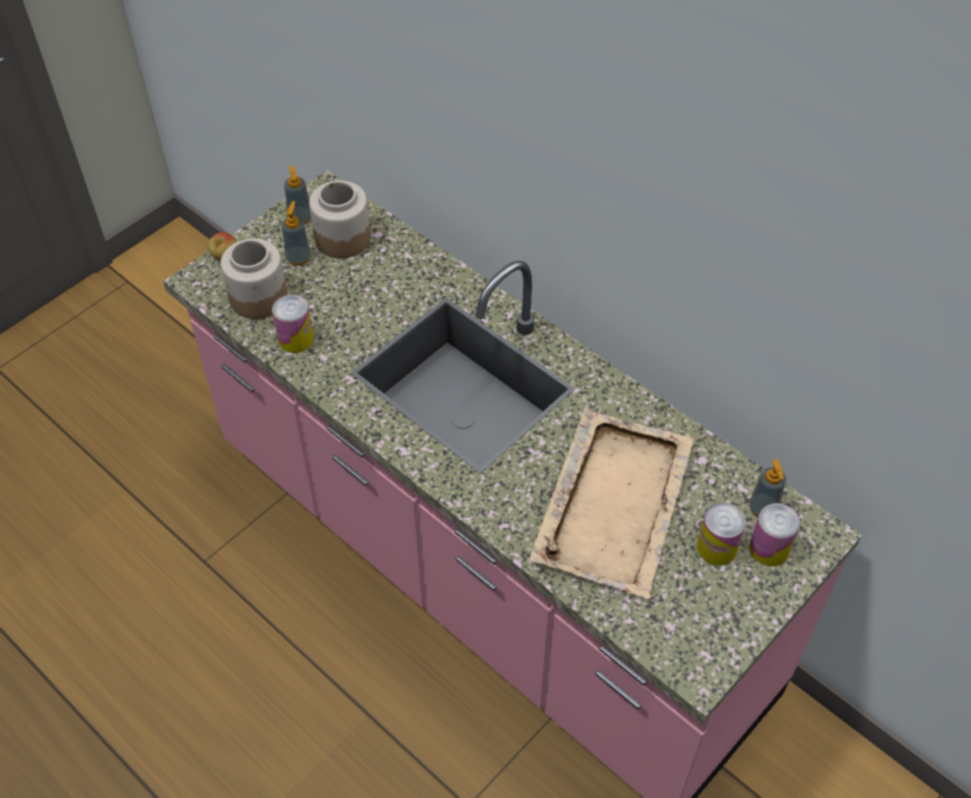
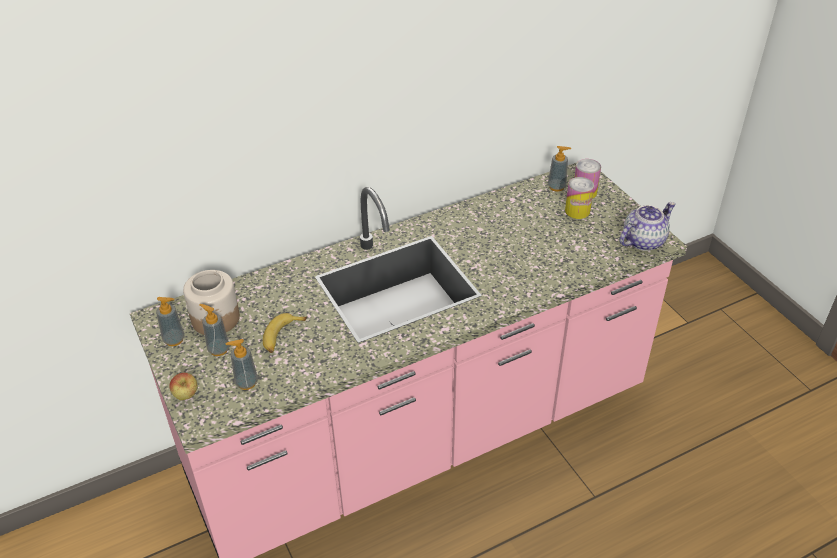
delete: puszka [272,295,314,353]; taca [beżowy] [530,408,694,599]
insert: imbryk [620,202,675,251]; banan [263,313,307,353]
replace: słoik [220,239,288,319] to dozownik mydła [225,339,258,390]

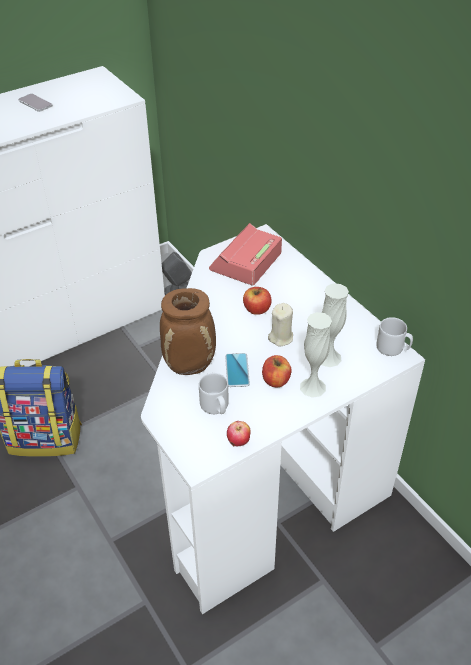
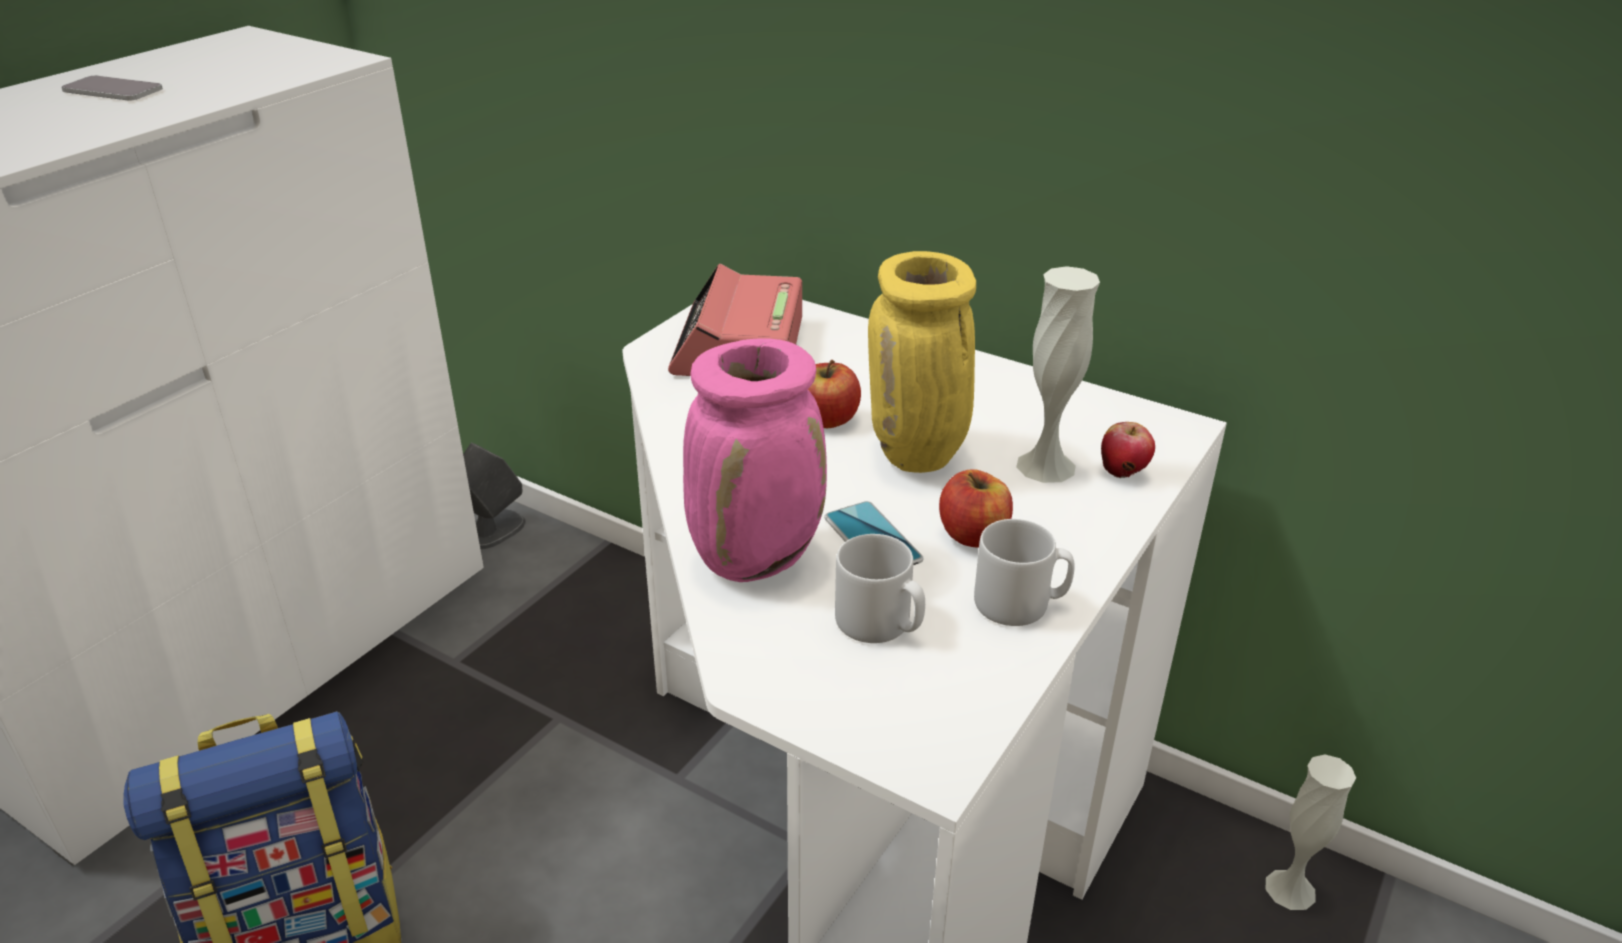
move: wazon [biały] [300,312,332,398] to [1266,754,1356,910]; kubek [szary] [376,317,413,356] to [974,519,1074,626]; jabłko [227,421,251,447] to [1101,422,1155,478]
replace: świeca [beżowy] [268,303,293,346] to wazon [żółty] [868,251,976,473]
recolor: wazon [brązowy] [160,288,216,375] to wazon [różowy] [683,338,827,582]

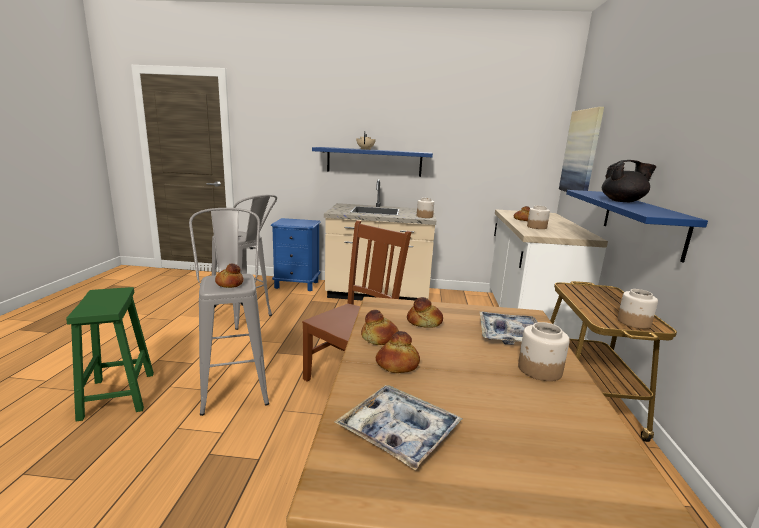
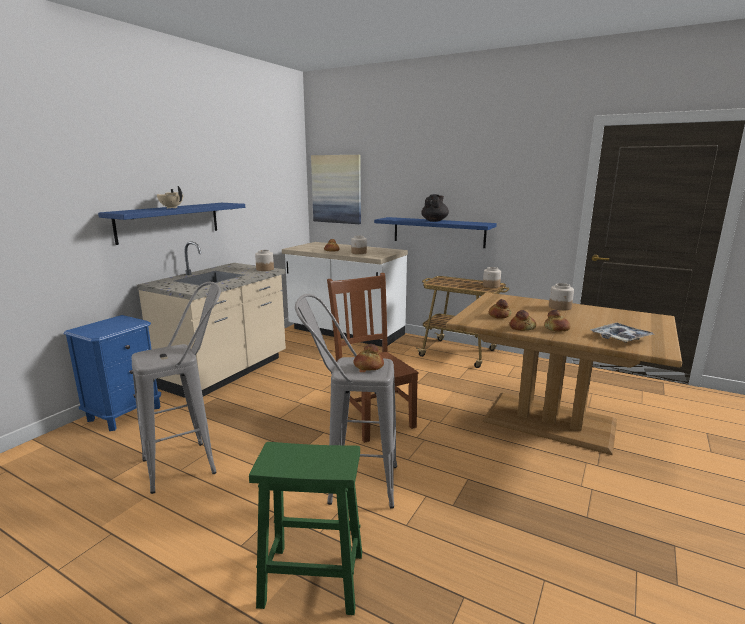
delete: taca [480,312,538,345]

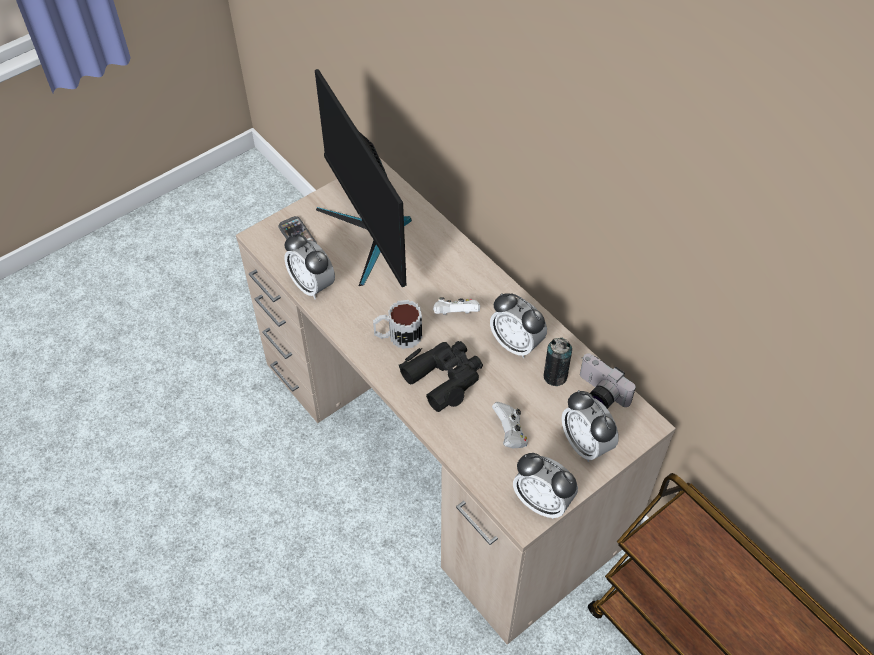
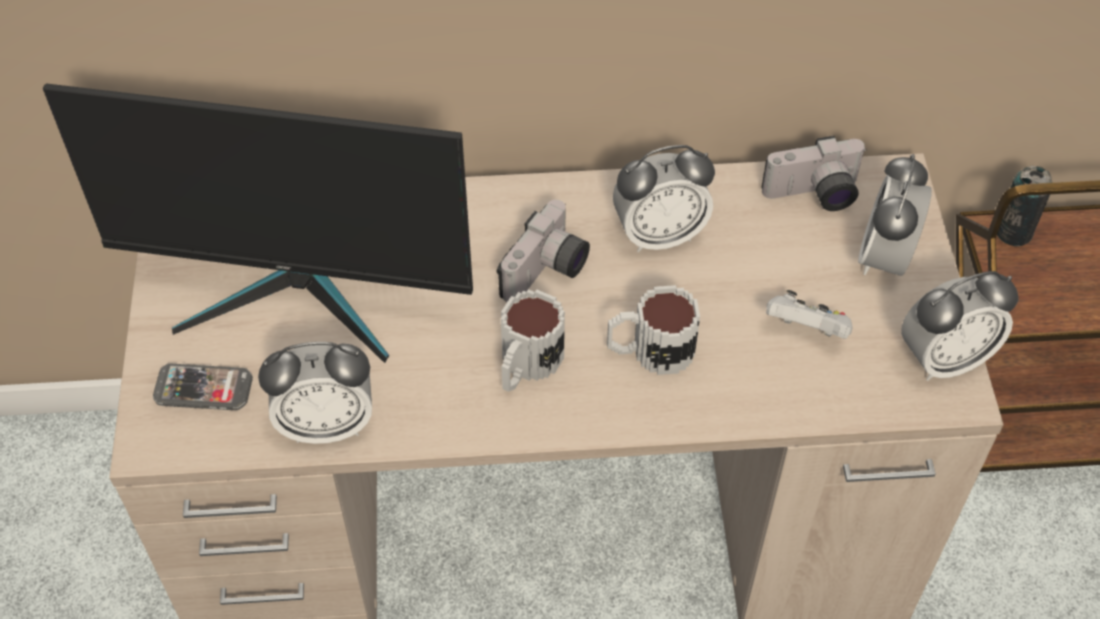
move: puszka [543,338,572,386] to [997,166,1052,246]
replace: pad do gier [biały] [433,297,480,315] to aparat fotograficzny [497,200,590,302]; lornetka [czarny] [399,341,483,412] to kubek [607,285,700,375]
rotate: budzik [562,390,619,462] = [858,154,932,276] 105 degrees clockwise

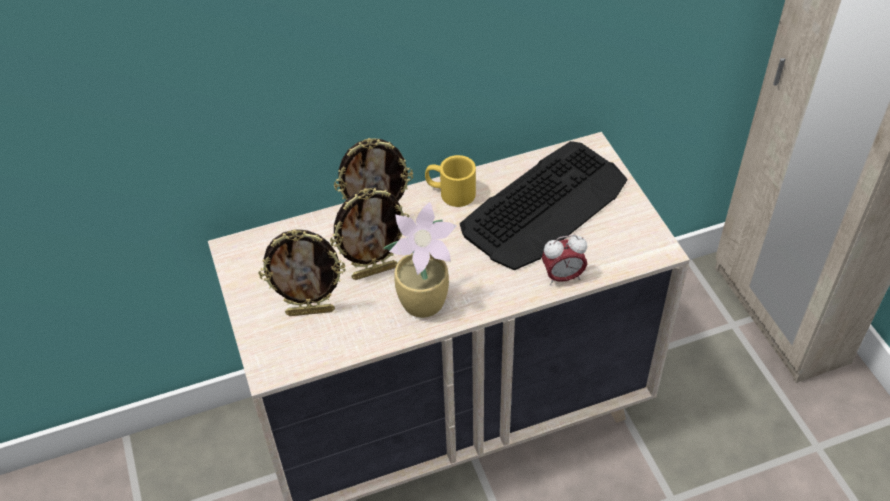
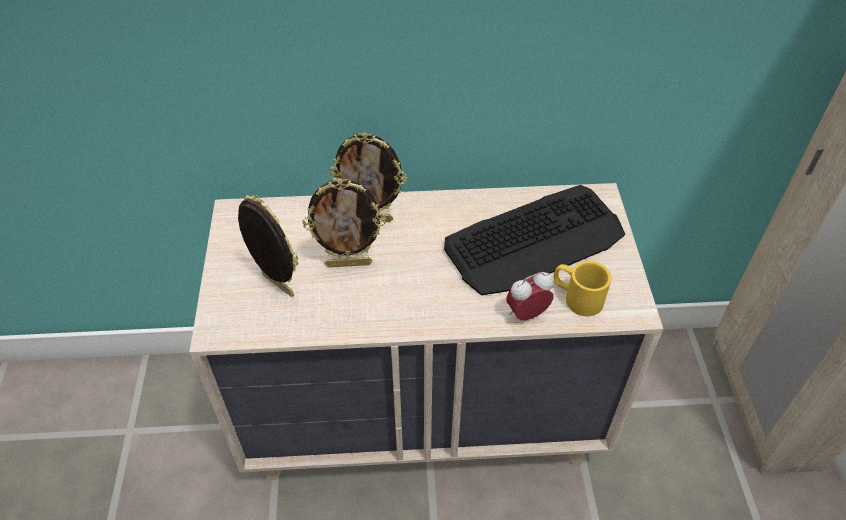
delete: roślina doniczkowa [383,202,457,318]
move: kubek [żółty] [425,155,476,207] to [554,261,612,316]
rotate: ramka na zdjęcie [258,229,346,316] = [238,195,299,297] 150 degrees counterclockwise; budzik [542,235,587,285] = [506,272,553,320] 150 degrees clockwise

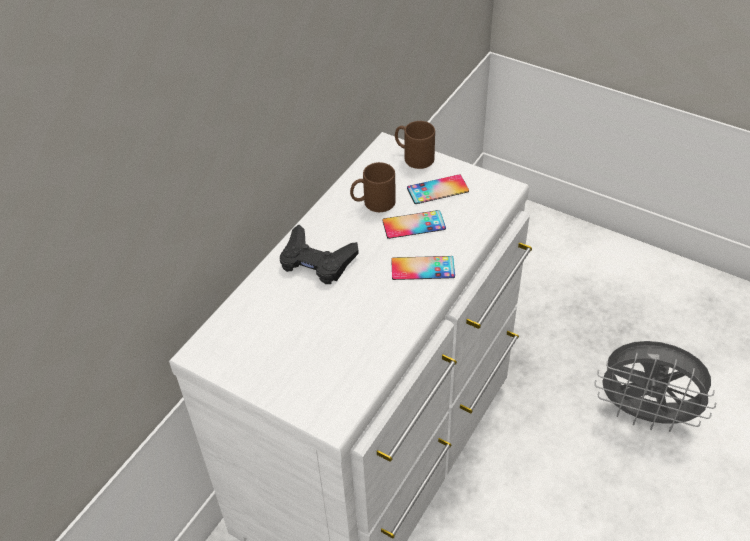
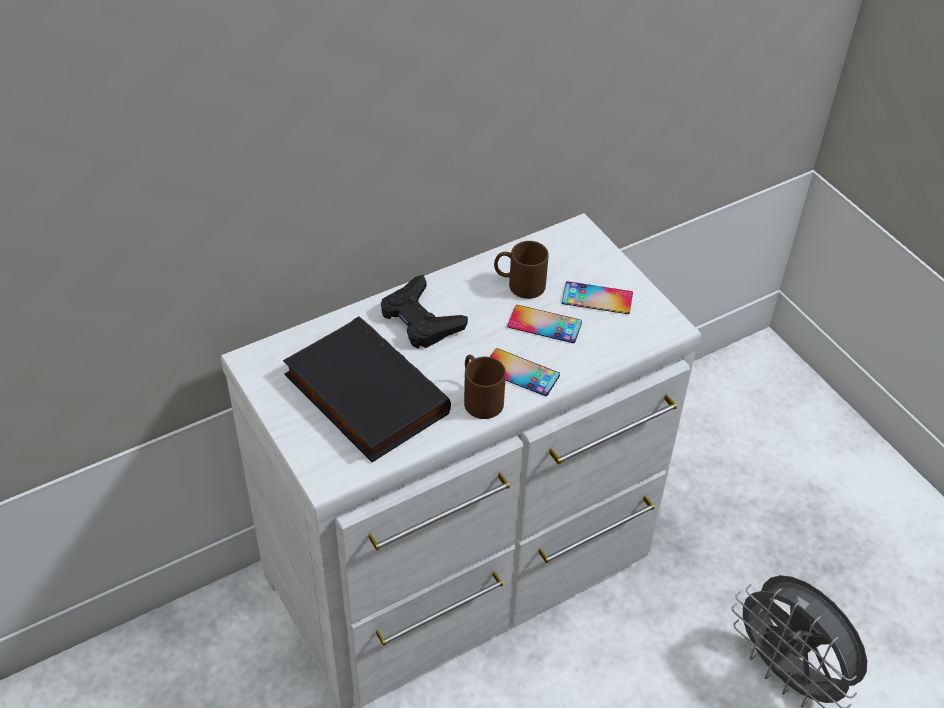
insert: książka [czarny] [283,316,451,462]
move: kubek [brązowy] [395,121,435,169] to [464,355,506,419]

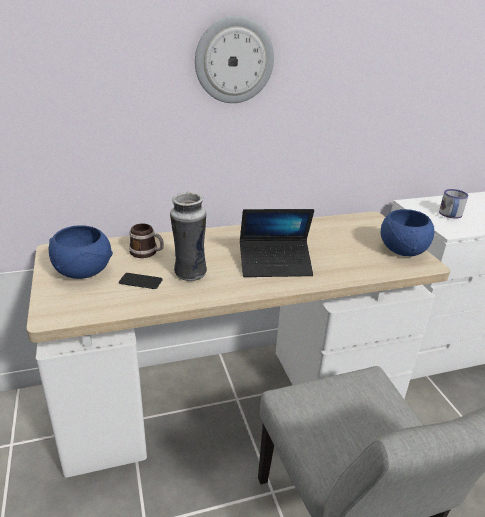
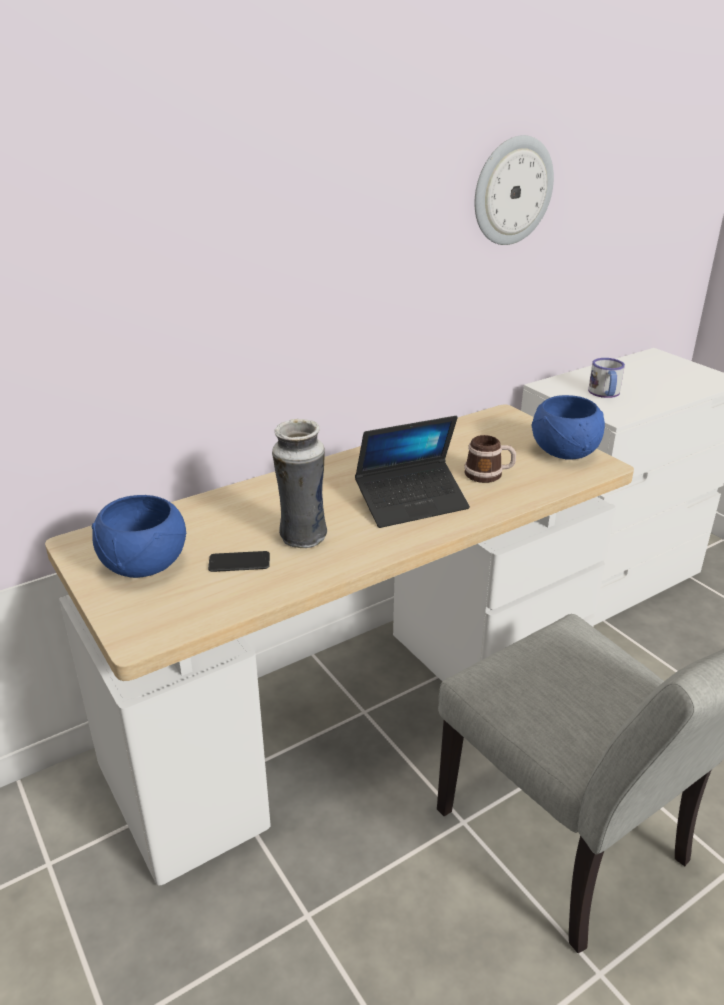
move: zegar ścienny [195,16,274,103] to [475,135,554,245]; kubek [129,224,164,258] to [464,435,516,483]

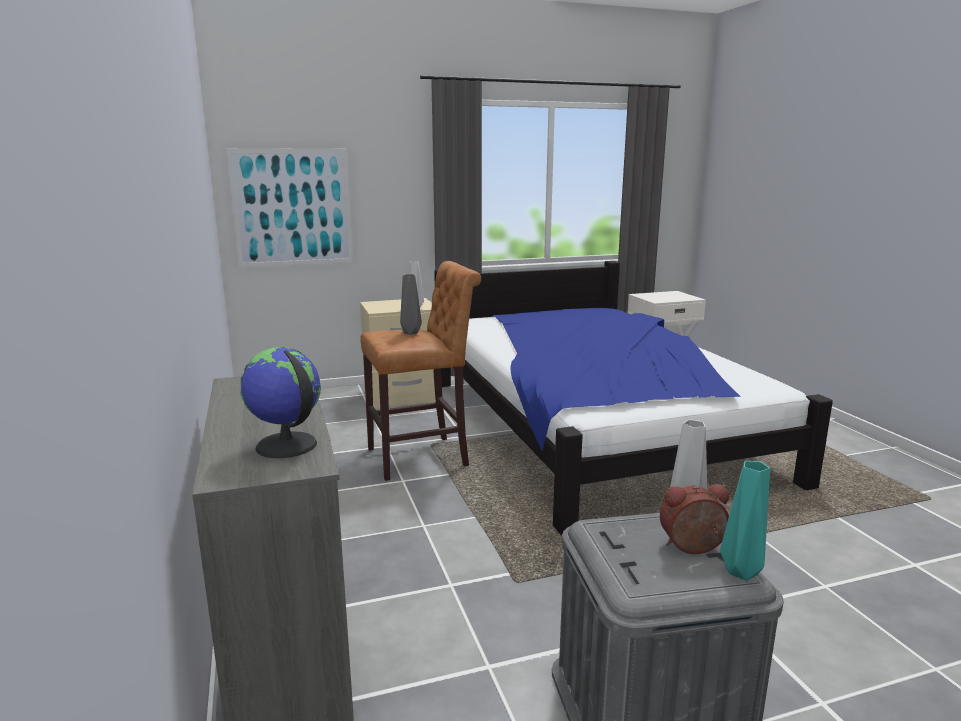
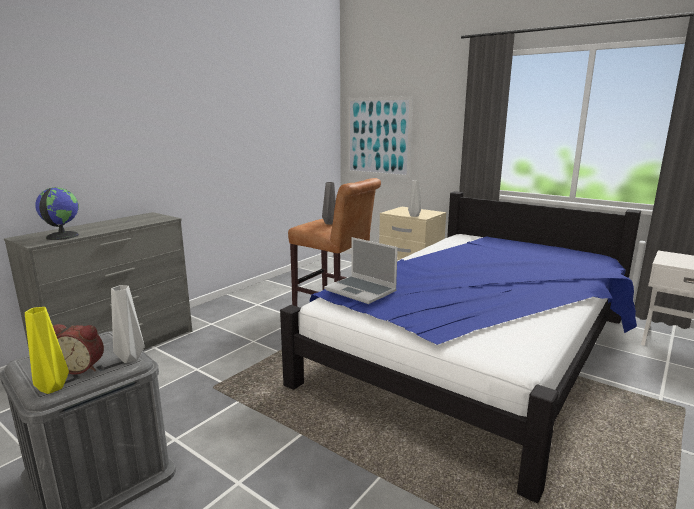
insert: laptop [324,237,398,304]
recolor: wazon [turkusowy] [720,461,770,580] to wazon [żółty] [25,307,69,394]
rotate: budzik [660,484,729,554] = [53,324,104,374] 135 degrees clockwise

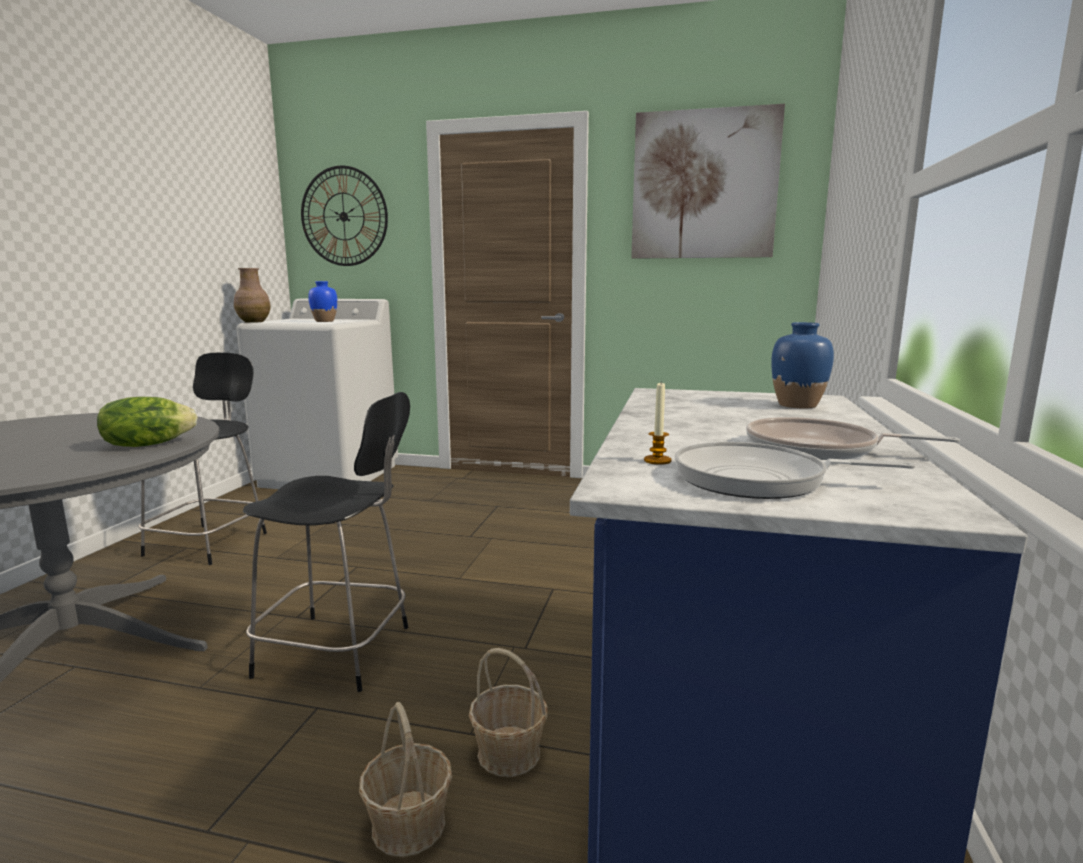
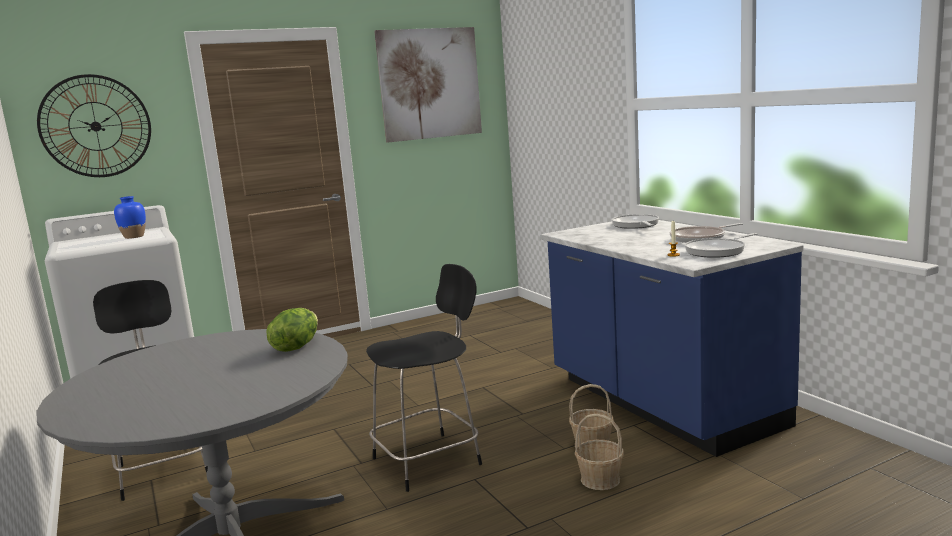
delete: wazon [brązowy] [234,268,271,323]
replace: wazon [niebieski] [771,322,834,409] to patelnia [612,214,659,229]

